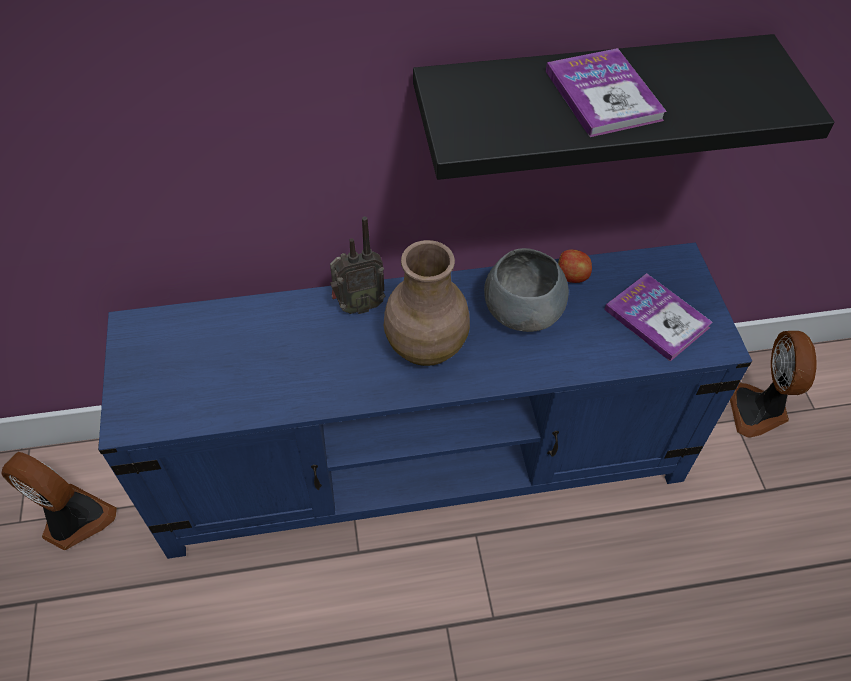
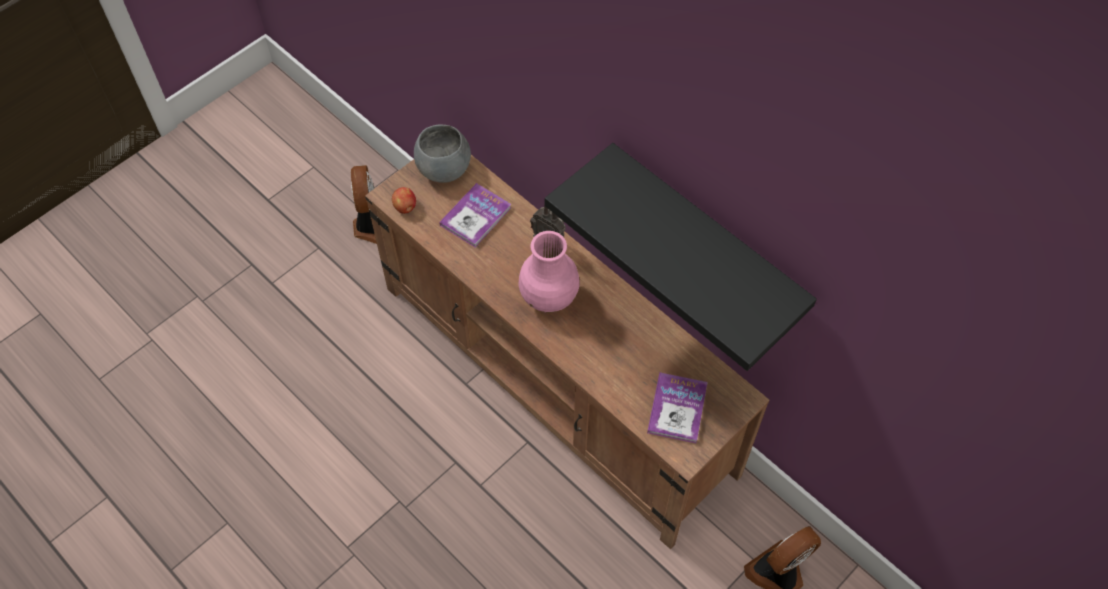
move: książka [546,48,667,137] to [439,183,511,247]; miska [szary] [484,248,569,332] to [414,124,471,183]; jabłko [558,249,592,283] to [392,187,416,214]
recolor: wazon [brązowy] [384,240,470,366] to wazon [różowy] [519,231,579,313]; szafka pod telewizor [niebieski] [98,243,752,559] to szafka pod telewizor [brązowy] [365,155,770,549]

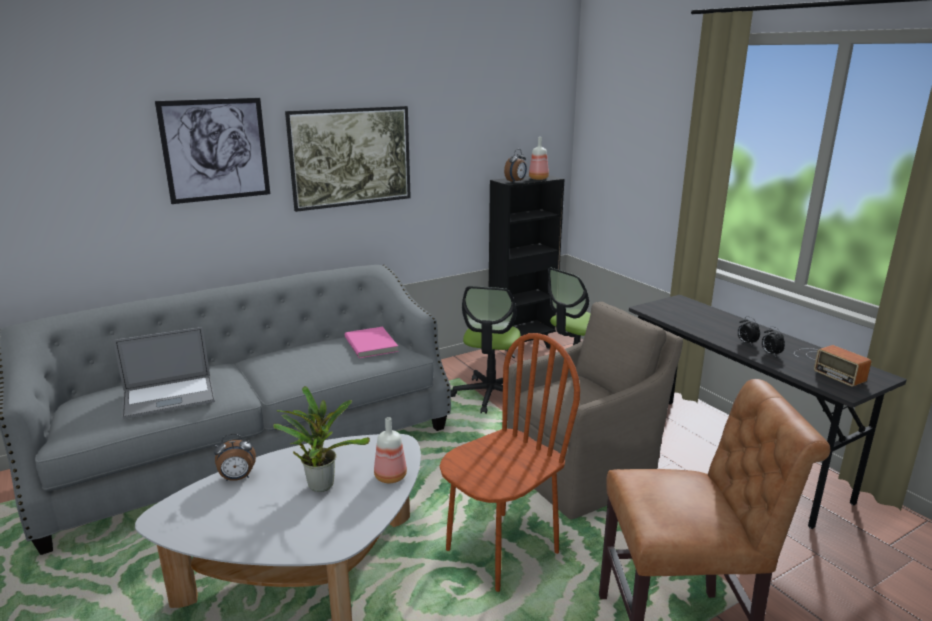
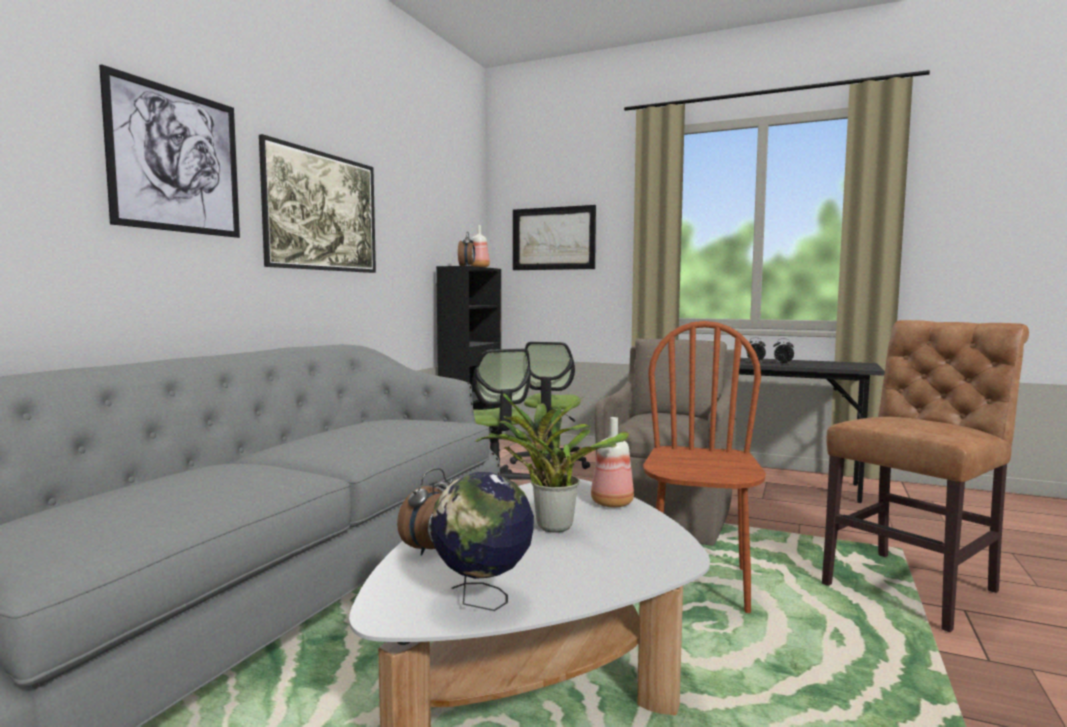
delete: laptop [113,327,215,419]; książka [różowy] [345,327,399,358]; radio [794,345,871,387]
insert: obraz [513,205,596,270]; globus [430,472,534,611]

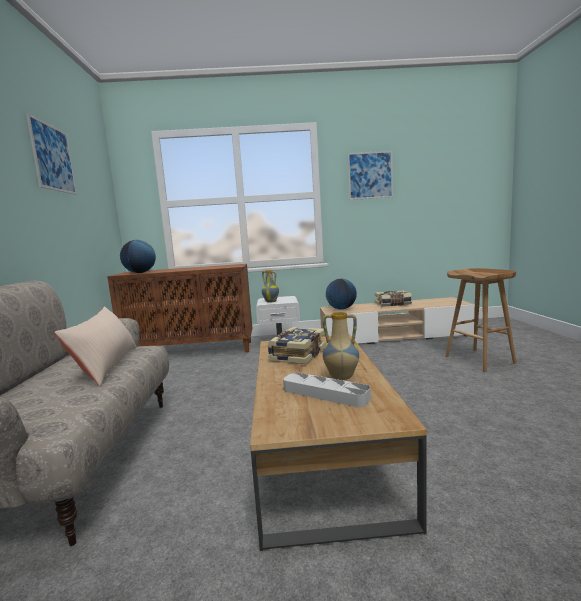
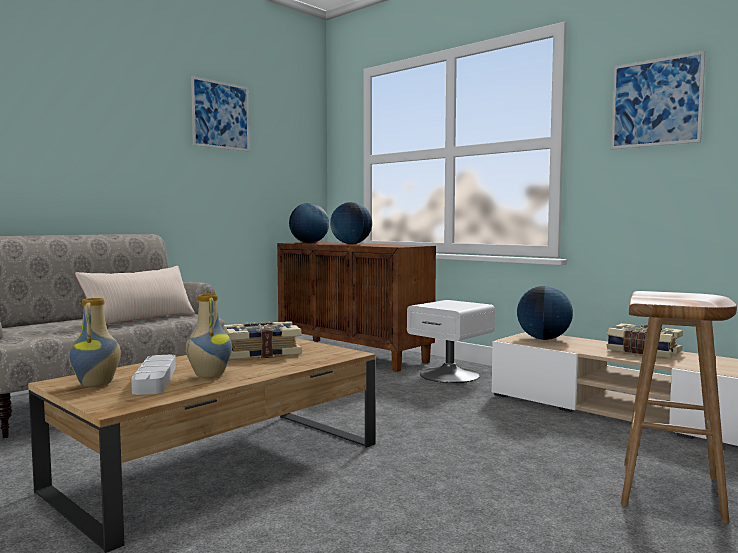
insert: globus [330,202,372,244]
move: wazon [262,270,279,303] to [69,298,121,387]

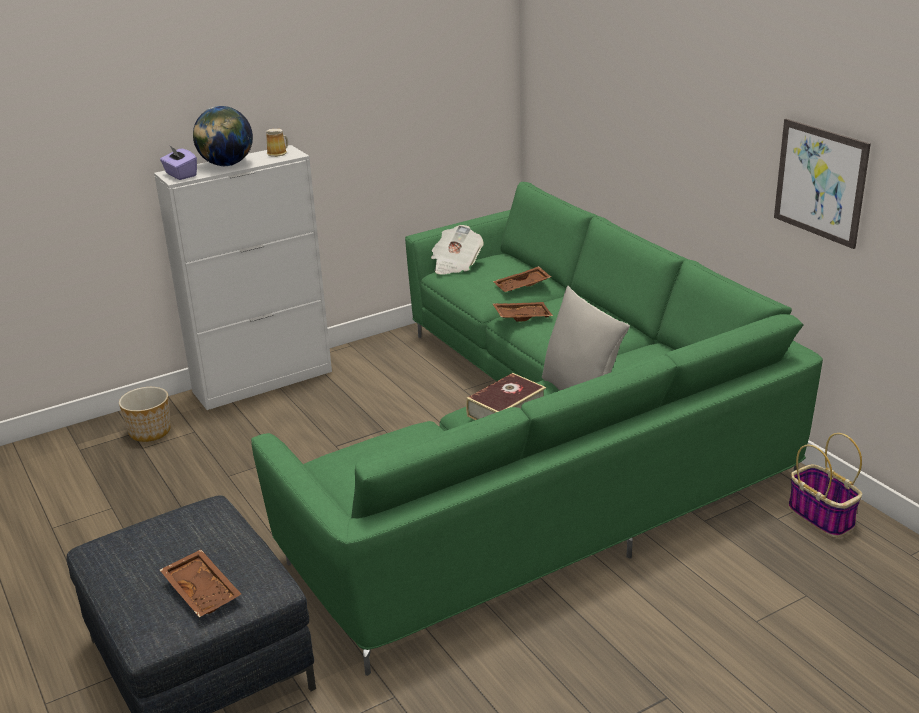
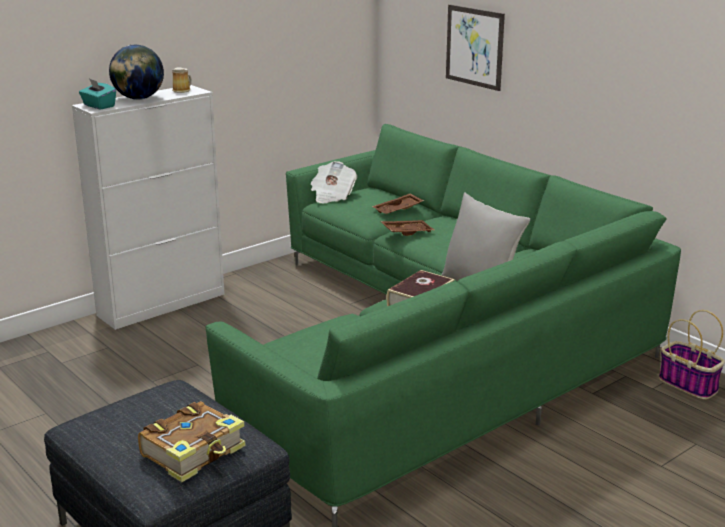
delete: donica [119,387,171,442]
move: obraz [774,119,871,249] to [446,5,505,91]
replace: taca [brązowy] [160,550,241,617] to książka [138,401,246,482]
recolor: pudełko chusteczek [fioletowy] [160,146,197,180] to pudełko chusteczek [turkusowy] [79,79,116,110]

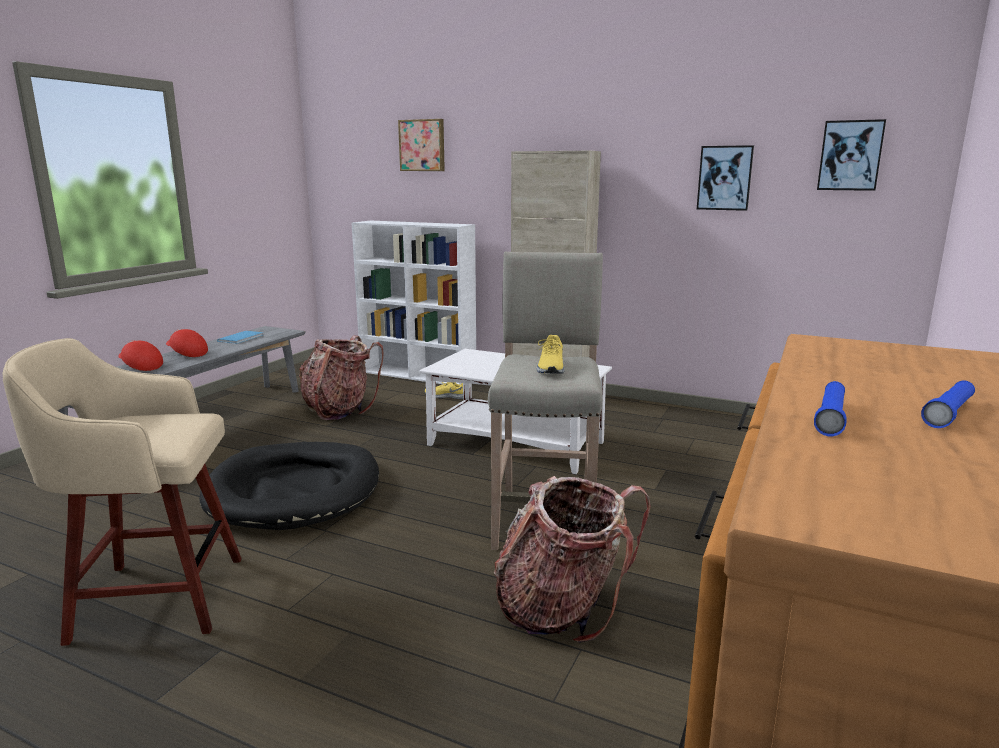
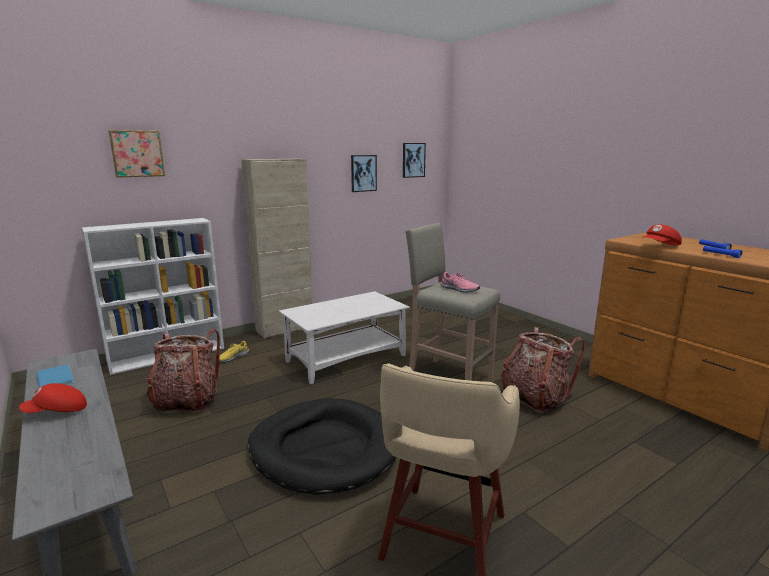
move: czapka z daszkiem [czerwony] [118,340,163,371] to [642,224,682,246]
recolor: but [żółty] [536,335,565,374] to but [różowy] [441,272,480,292]

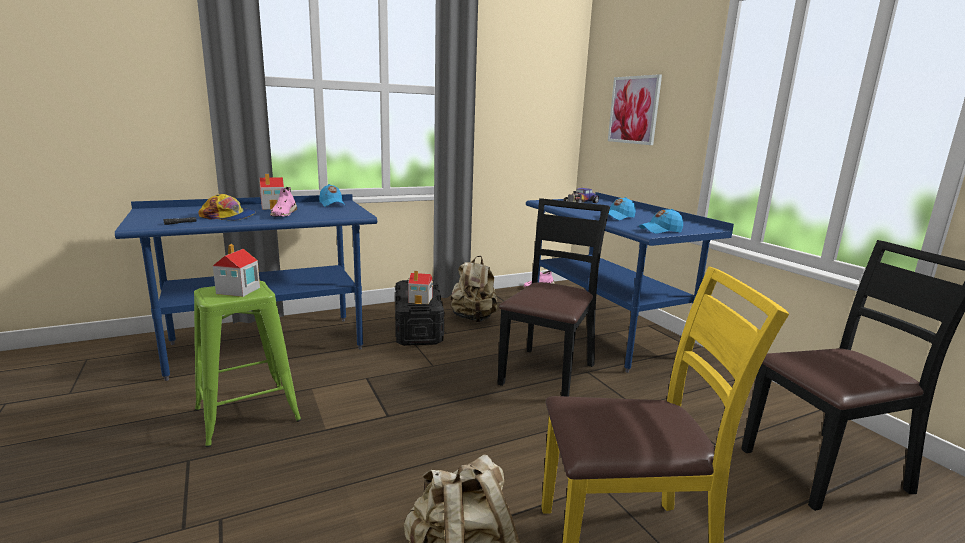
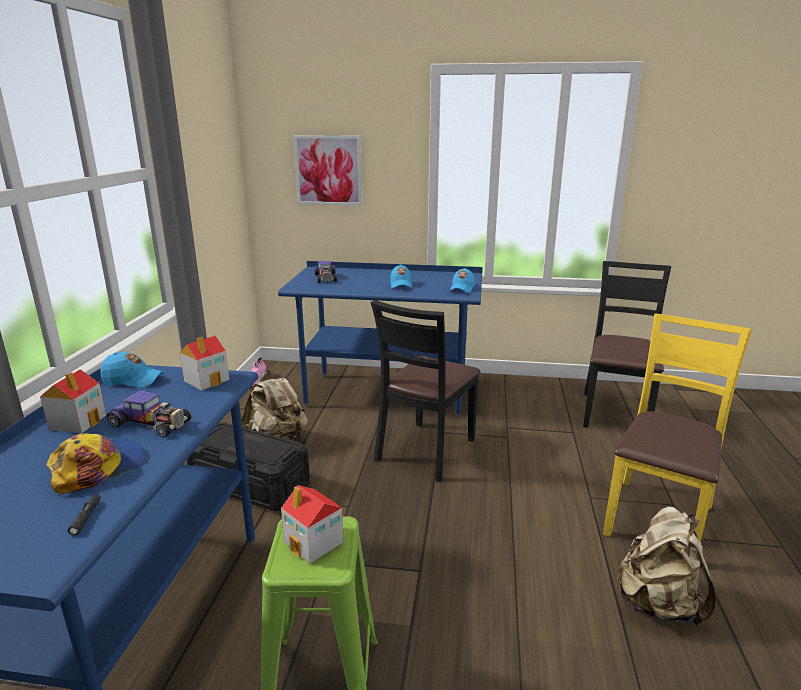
move: domek [408,271,433,304] to [180,336,229,390]
replace: but [różowy] [270,187,297,217] to samochodzik [107,391,191,438]
rotate: krzesło [czarny] [497,198,610,397] = [371,300,481,482] 120 degrees counterclockwise

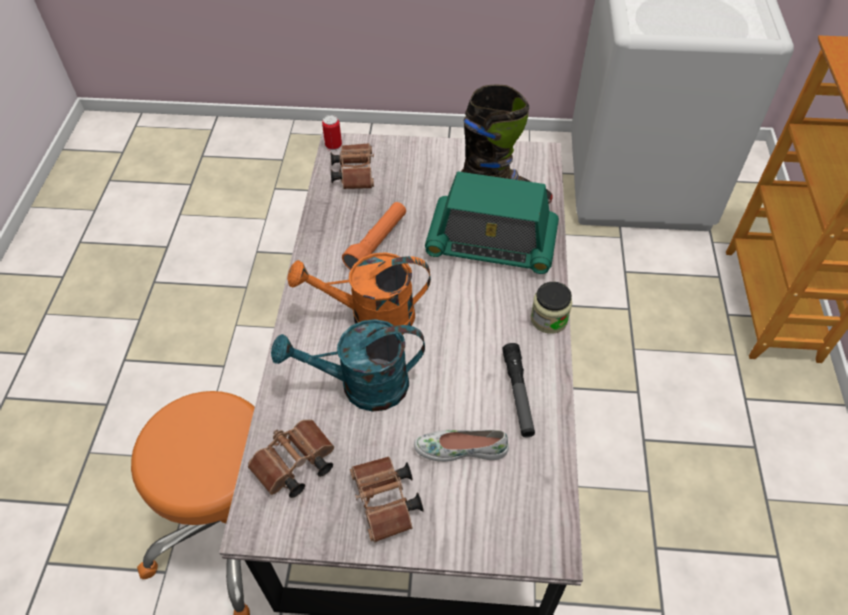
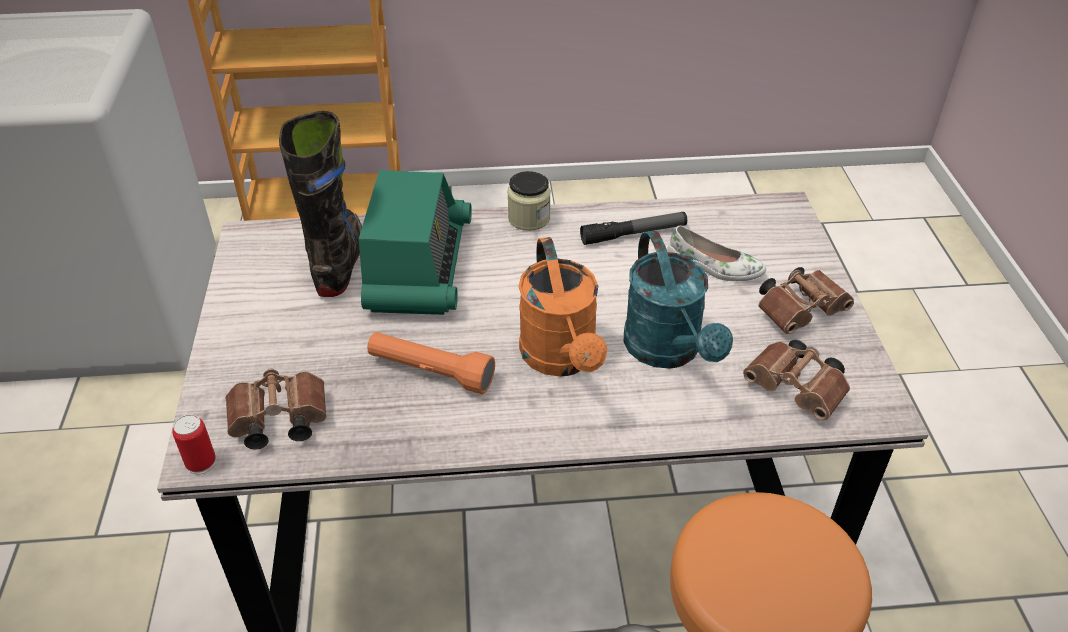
rotate: but [biały] [414,430,509,462] = [667,226,766,281] 60 degrees counterclockwise

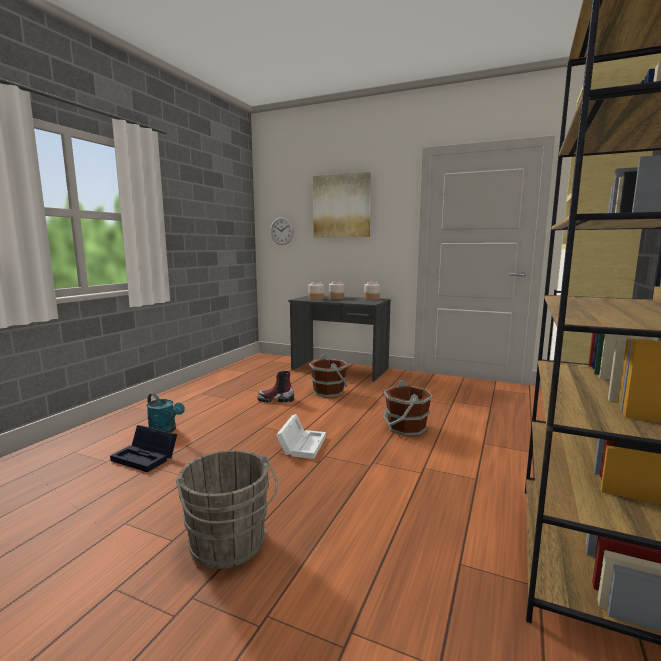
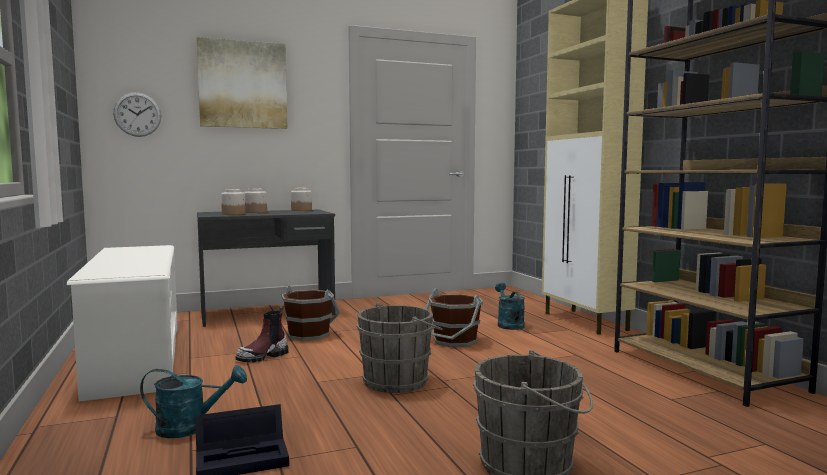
insert: regał na buty [biały] [67,245,178,402]; konewka [turkusowy] [495,283,525,330]
replace: pojemnik do przechowywania [biały] [276,414,326,459] to wiadro [szary] [356,303,443,393]

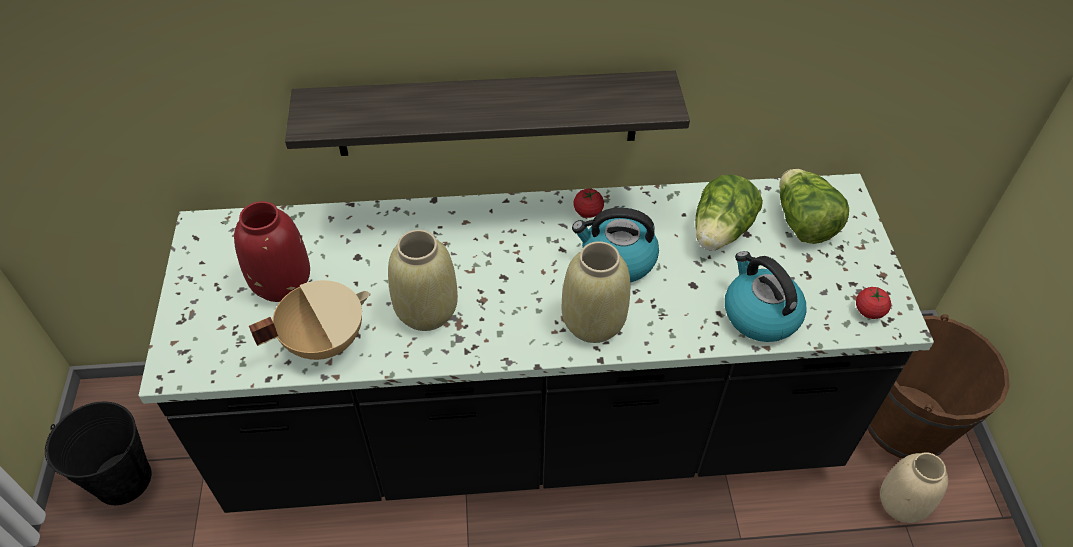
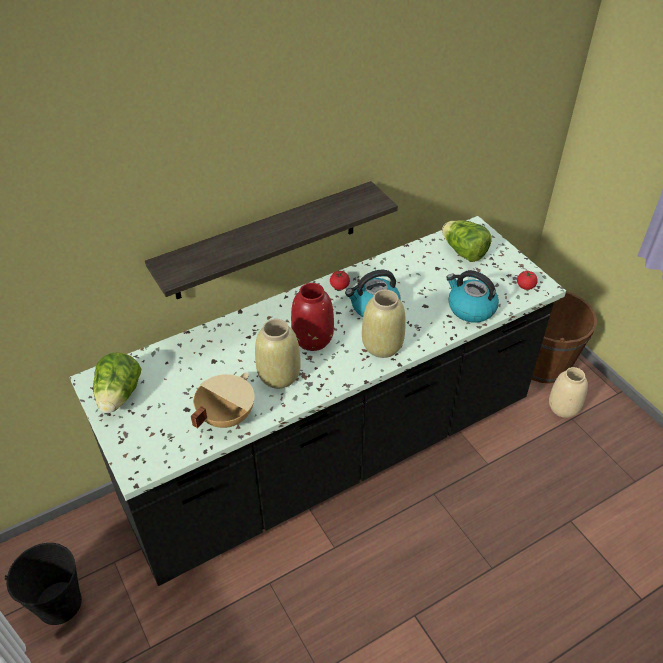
move: sałata [696,175,763,250] to [93,352,141,413]; wazon [czerwony] [234,201,310,302] to [291,283,334,351]

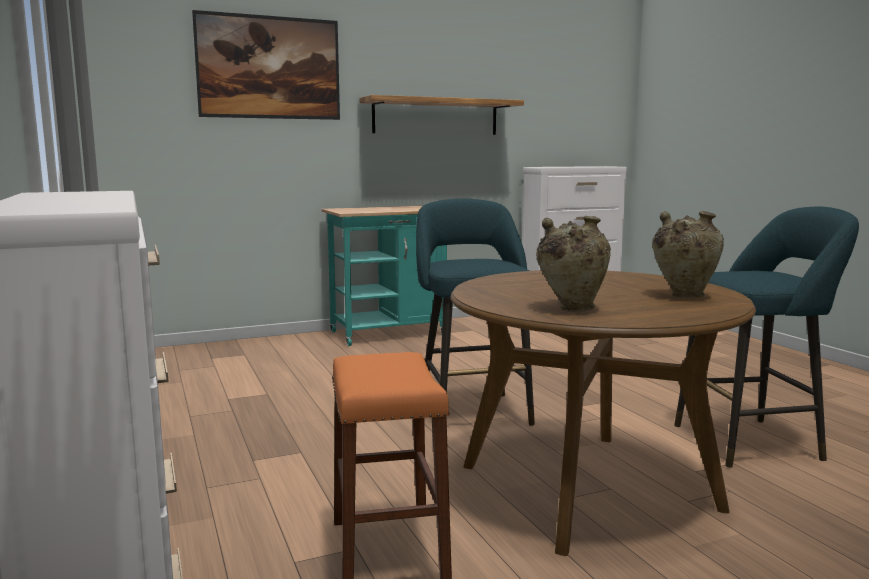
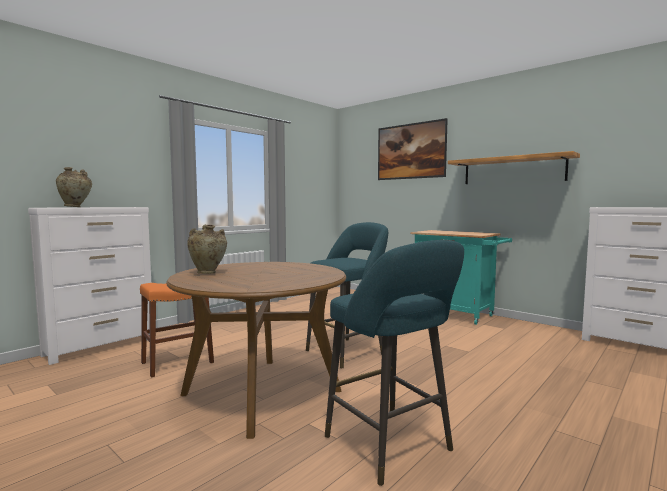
move: wazon [beżowy] [652,211,724,298] to [56,167,92,207]

